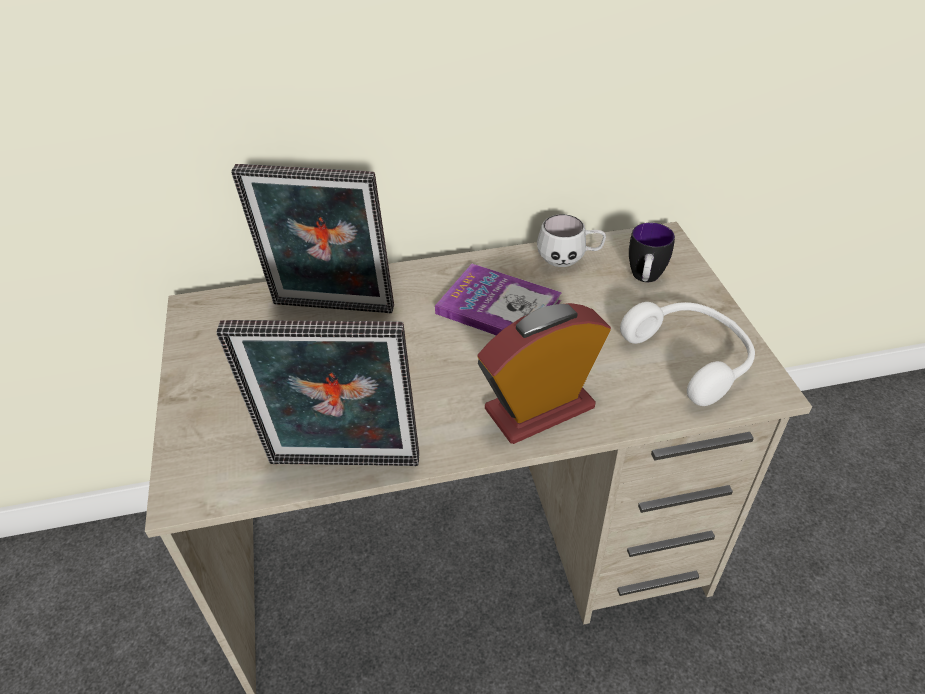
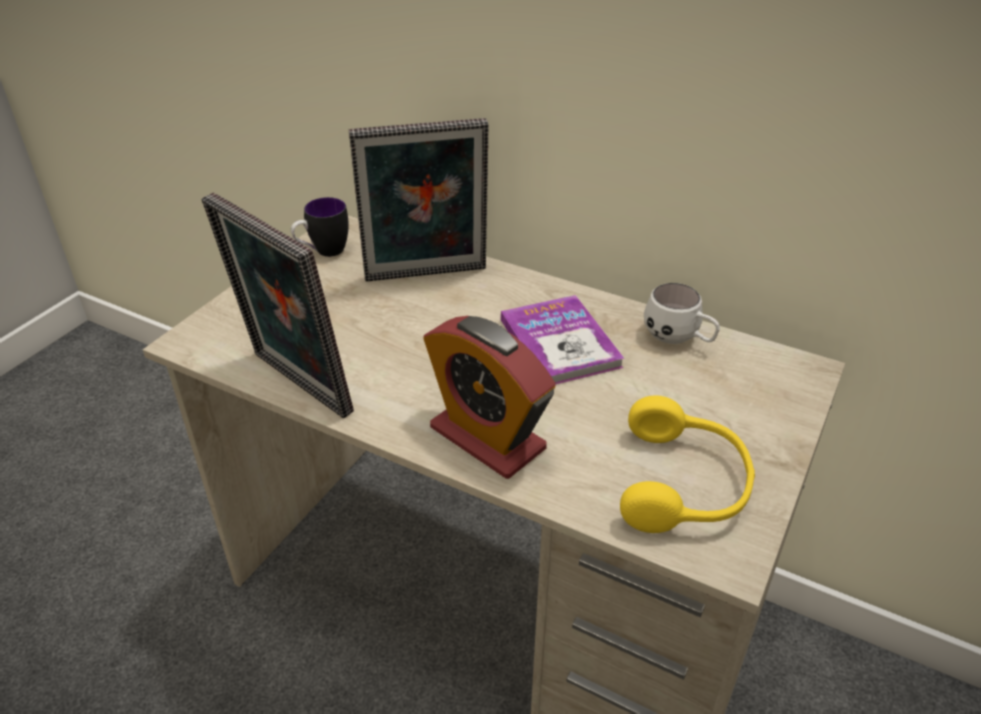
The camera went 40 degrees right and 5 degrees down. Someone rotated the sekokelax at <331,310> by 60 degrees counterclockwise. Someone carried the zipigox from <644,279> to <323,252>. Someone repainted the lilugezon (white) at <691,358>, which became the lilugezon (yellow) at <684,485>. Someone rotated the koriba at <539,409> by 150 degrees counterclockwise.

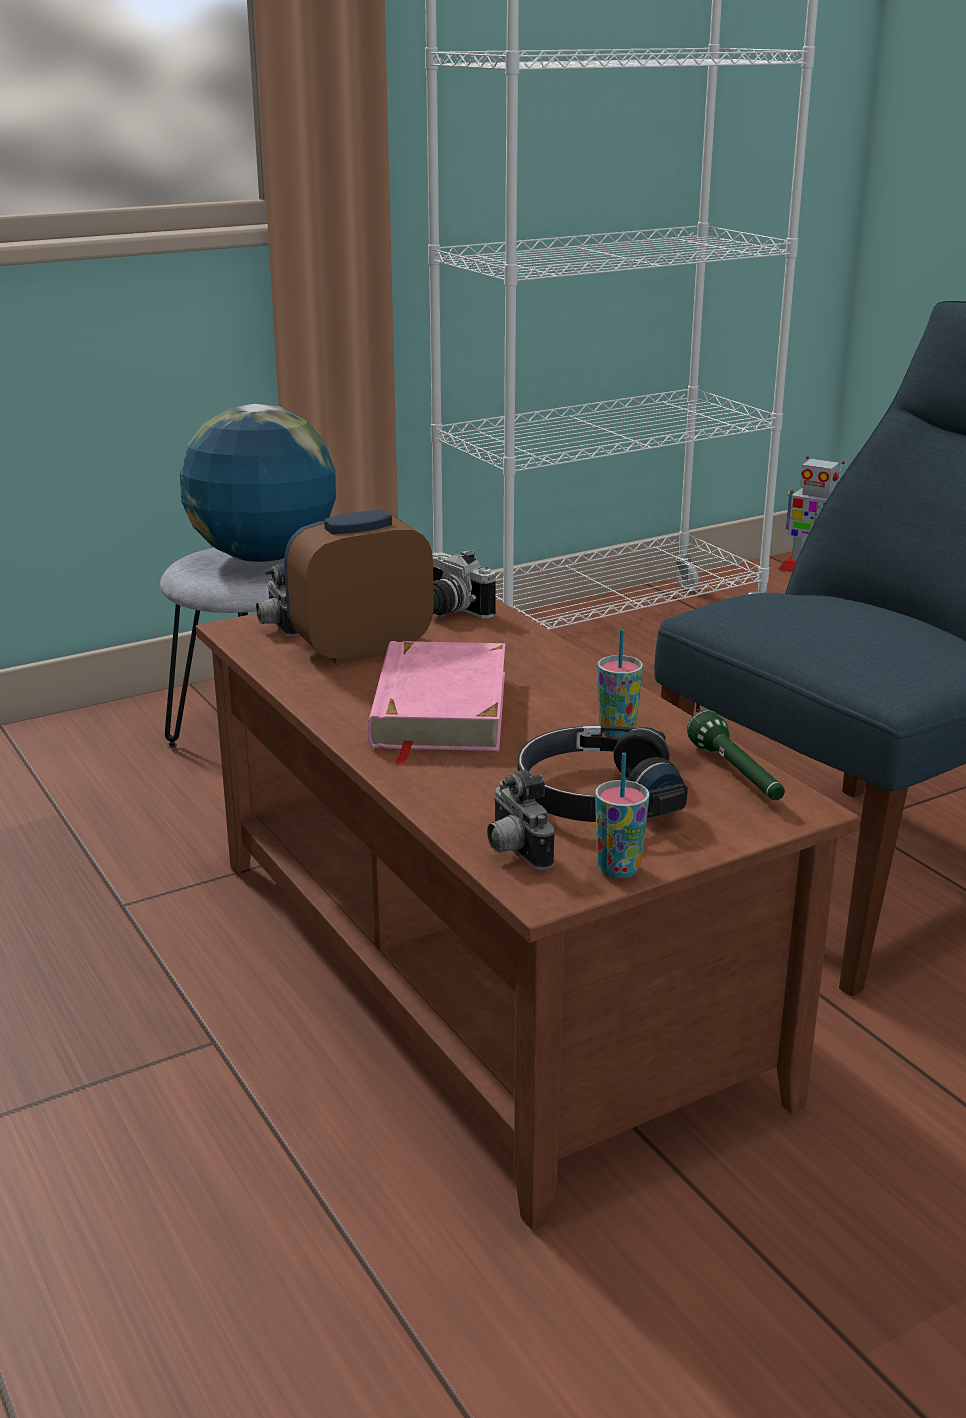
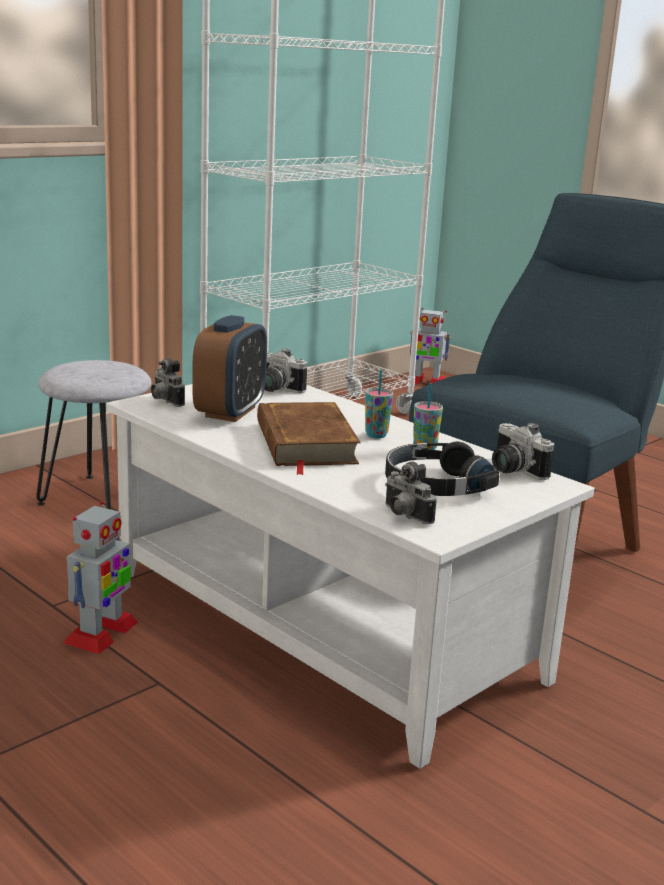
The camera went 15 degrees left and 5 degrees down. Someone took away the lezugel at <263,557>. Someone rotated the koriba at <361,648> by 150 degrees clockwise. Someone repainted the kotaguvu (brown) at <488,971>, which became the kotaguvu (white) at <325,625>. Someone repainted the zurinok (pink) at <438,709>, which became the zurinok (brown) at <305,443>. Someone swapped the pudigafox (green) at <737,776> for the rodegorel at <511,470>. Someone carried the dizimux from <618,869> to <376,435>. Someone put down the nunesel at <101,633>.

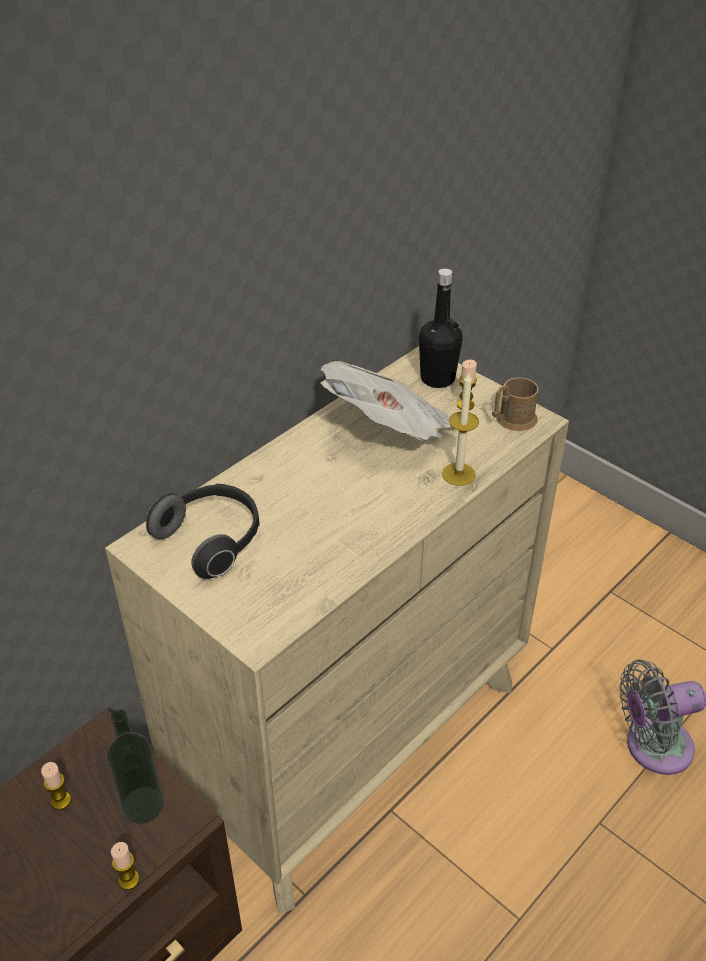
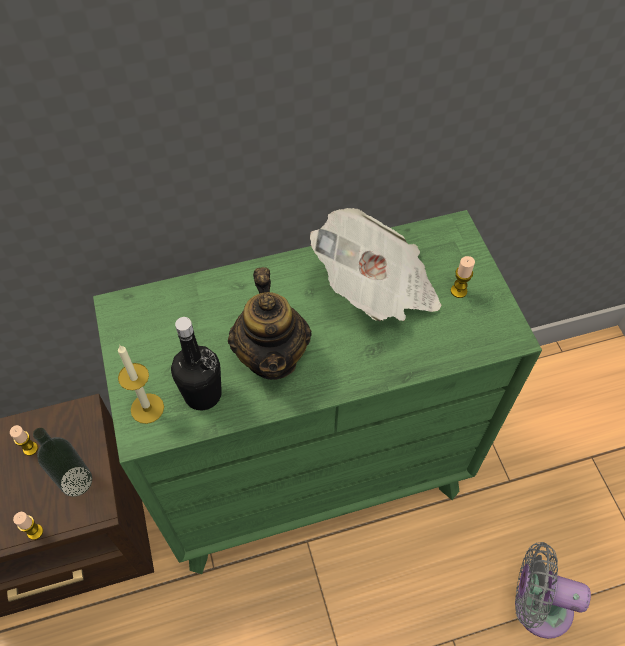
The camera went 30 degrees right and 15 degrees up. Someone carried the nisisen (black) from <437,378> to <203,394>. Someone repainted the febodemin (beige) at <352,742>, which became the febodemin (green) at <312,474>. Someone carried the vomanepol from <458,474> to <147,408>. Someone took away the zipigox (brown) at <511,420>. Someone took away the lilugezon at <212,540>. Someone put down the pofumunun at <272,356>.

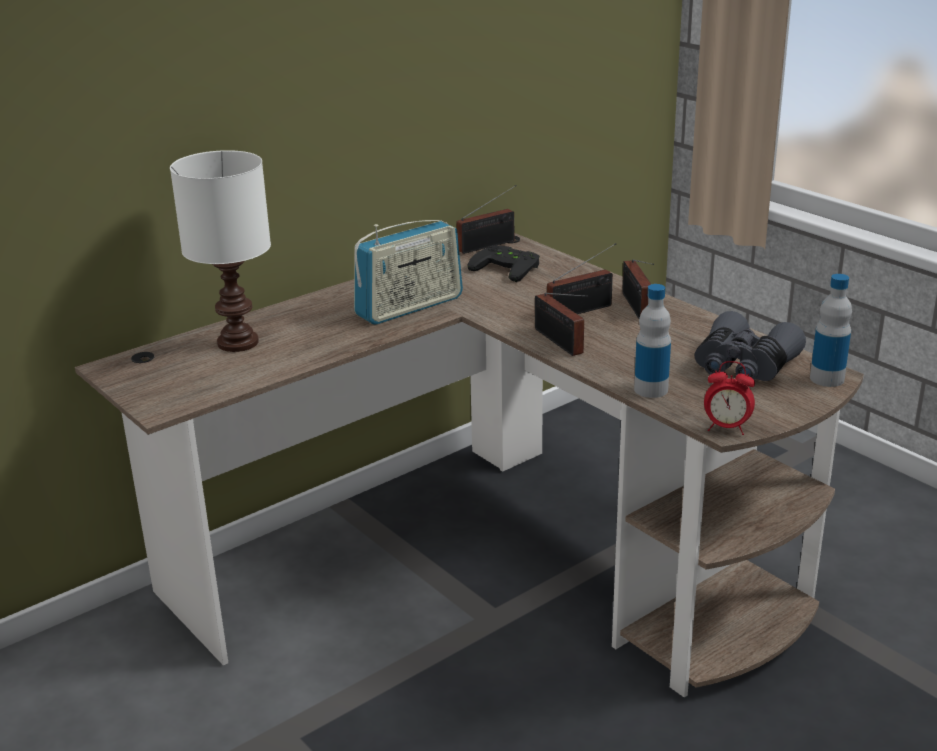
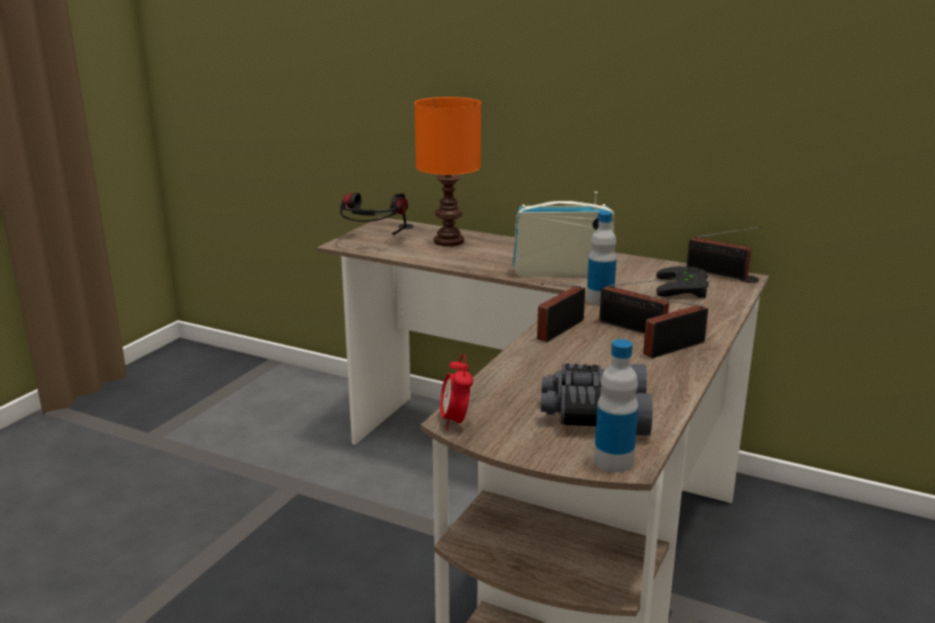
The camera went 65 degrees right and 5 degrees down. Someone repainted the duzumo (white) at <239,343>, which became the duzumo (orange) at <448,242>. Someone rotated the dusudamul at <409,307> by 150 degrees clockwise. Someone carried the nisisen from <651,389> to <600,299>. Someone put down the lilugezon at <371,242>.

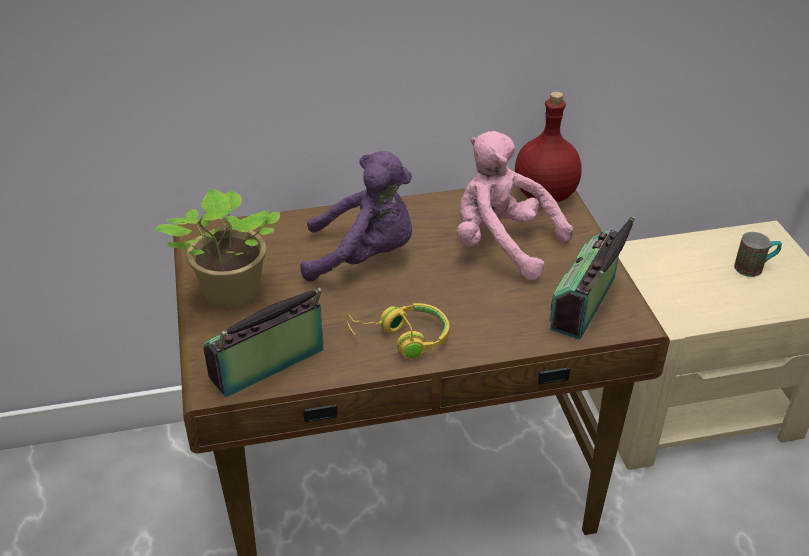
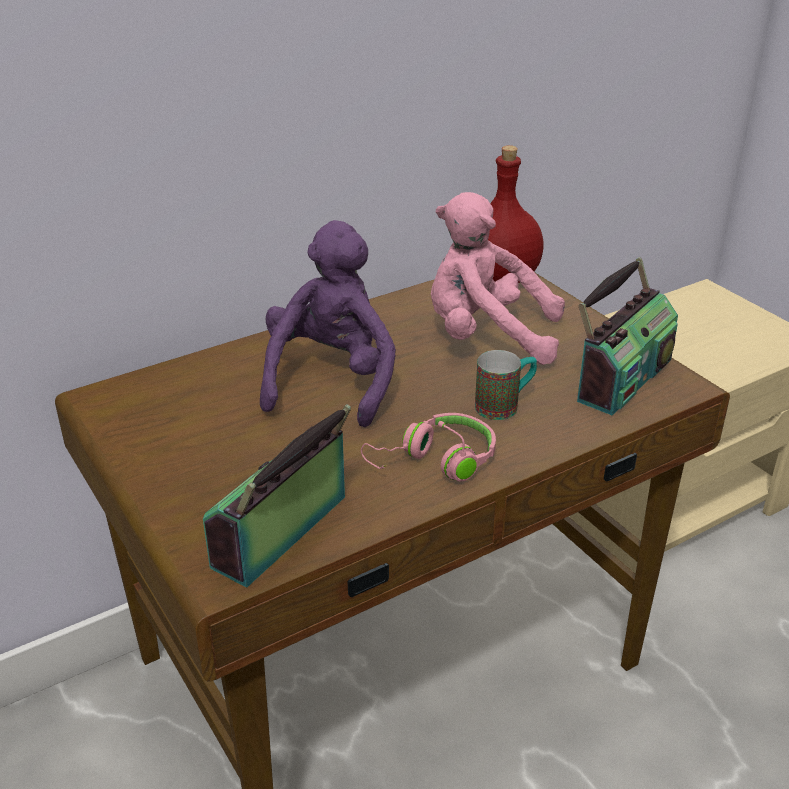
The camera went 20 degrees left and 5 degrees down. Someone rotated the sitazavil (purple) at <364,256> by 60 degrees counterclockwise. Someone took away the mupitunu at <230,295>. Someone rotated the dusudamul at <586,304> by 150 degrees counterclockwise. Someone carried the zipigox from <754,268> to <505,405>. Someone repainted the lilugezon (yellow) at <402,339>, which became the lilugezon (pink) at <436,461>.

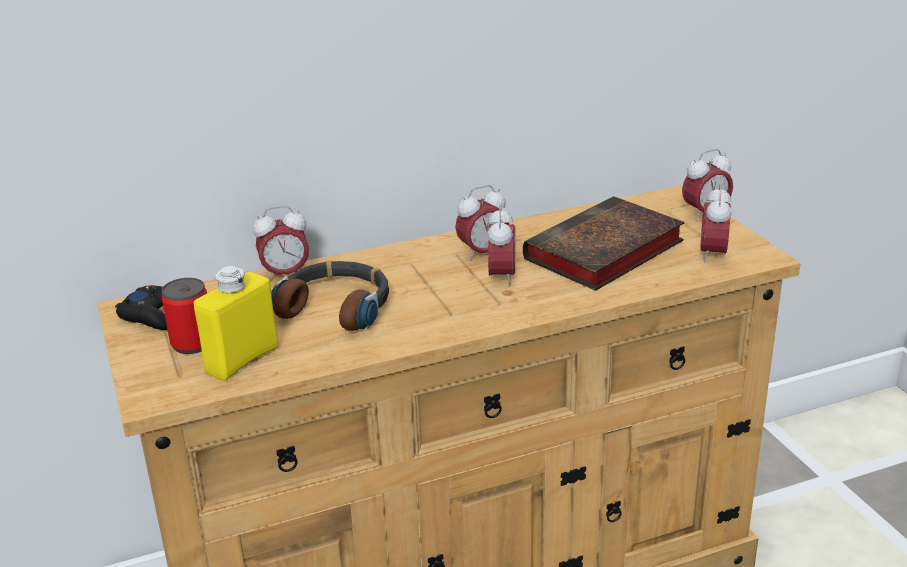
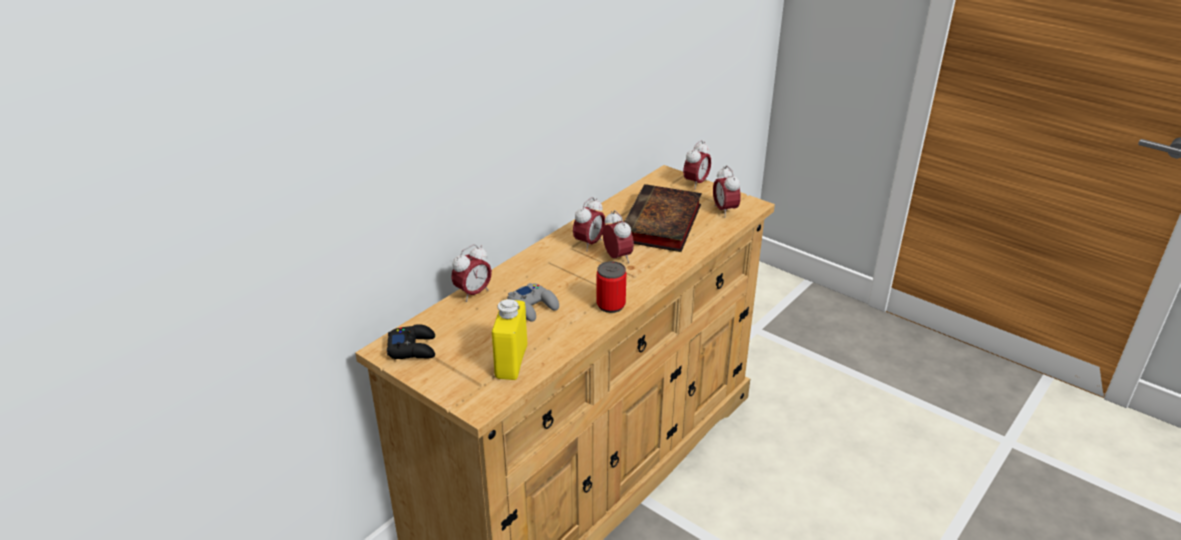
The camera went 30 degrees left and 5 degrees up. Someone swapped the lilugezon at <336,306> for the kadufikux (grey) at <533,307>. Someone carried the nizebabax from <192,344> to <611,305>.

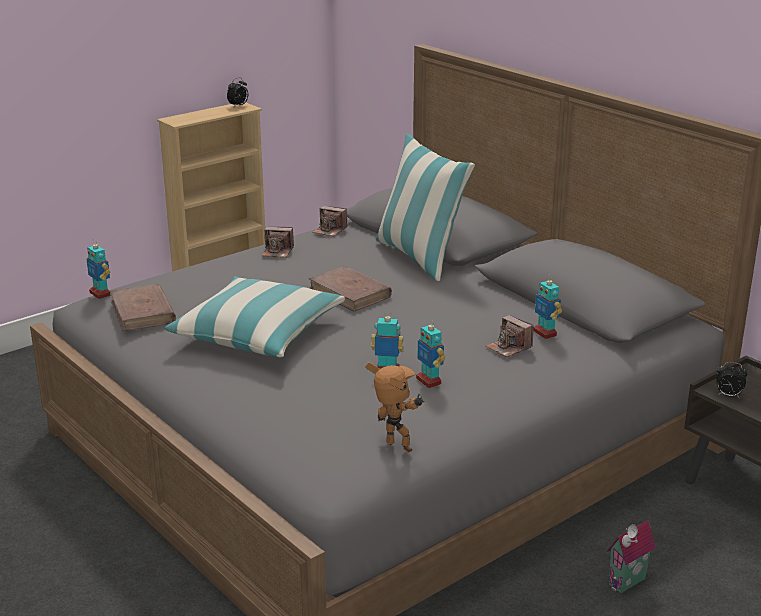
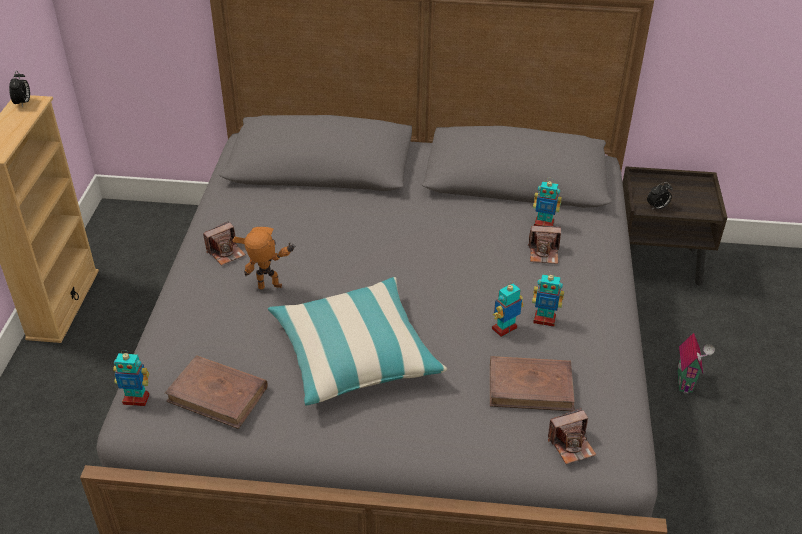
The camera went 45 degrees left and 15 degrees up. Someone took away the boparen at <419,257>. Someone carried the rodegorel from <329,231> to <571,445>. Someone carried the zurinok (brown) from <350,293> to <531,387>. Someone carried the nunesel from <396,449> to <270,289>.

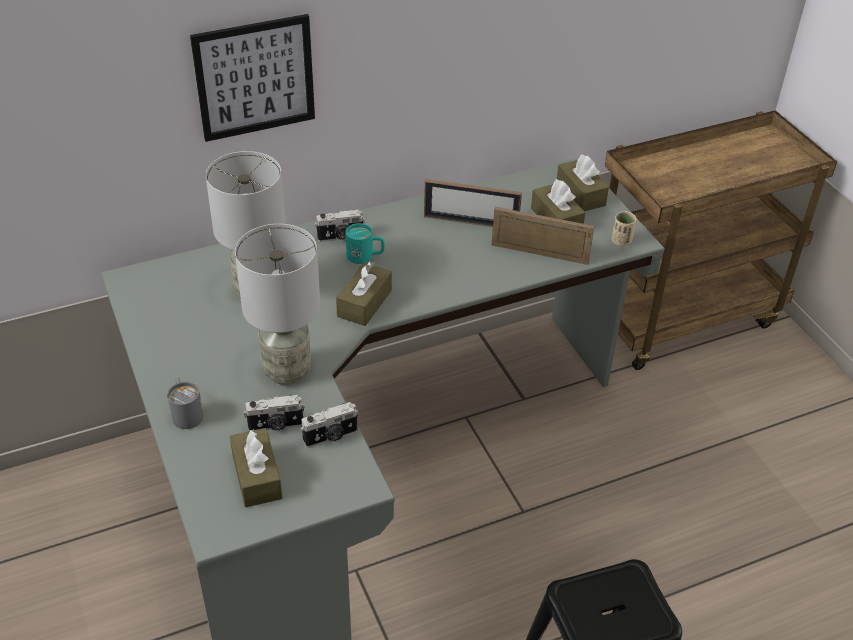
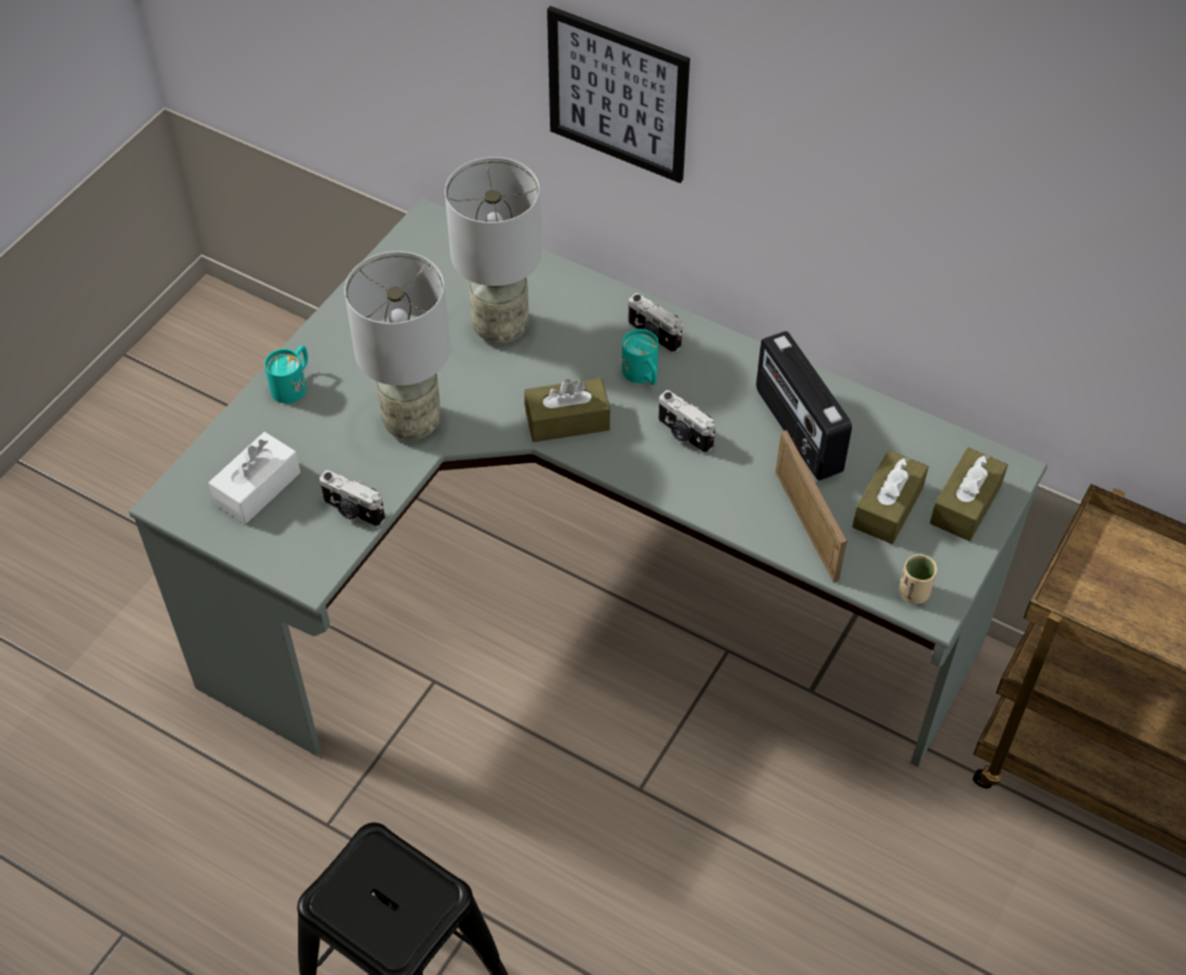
The camera went 55 degrees right and 10 degrees up. Someone swapped the sekokelax at <470,222> for the dusudamul at <797,431>. Someone repainted the zipigox (grey) at <186,412>, which became the zipigox (turquoise) at <293,384>. Someone carried the rodegorel from <276,426> to <684,435>. Someone repainted the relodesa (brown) at <257,476>, which became the relodesa (white) at <257,488>.

